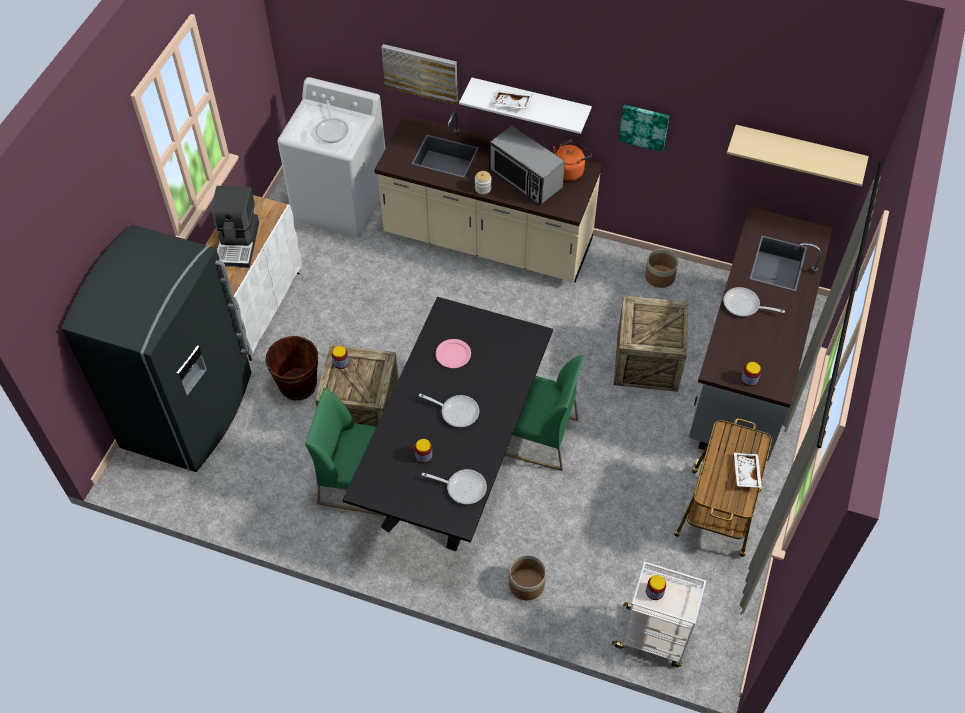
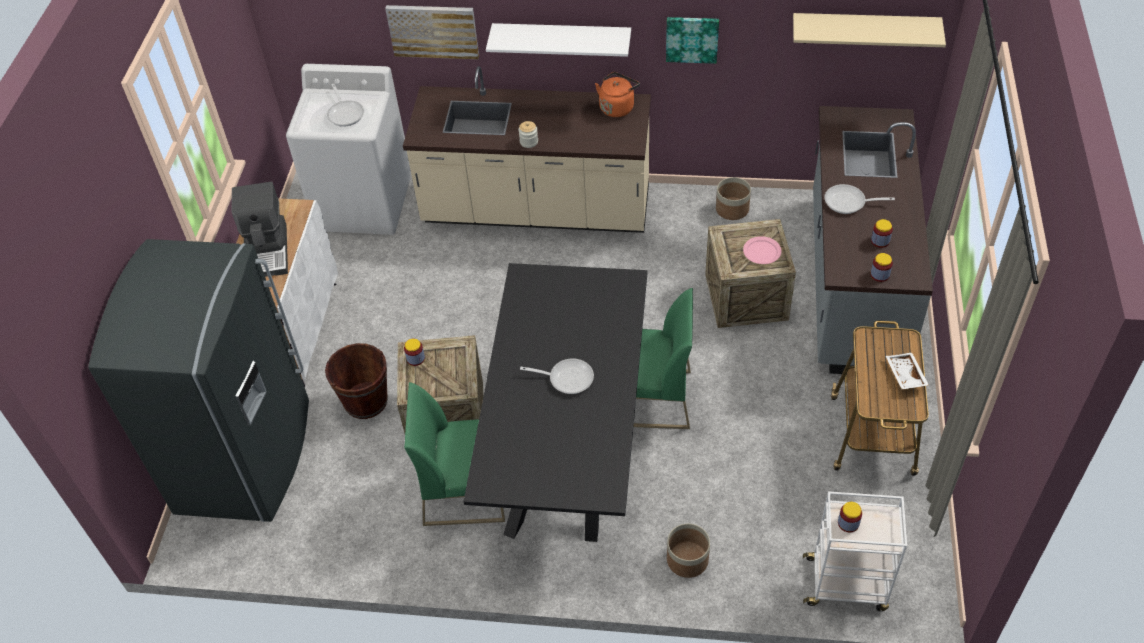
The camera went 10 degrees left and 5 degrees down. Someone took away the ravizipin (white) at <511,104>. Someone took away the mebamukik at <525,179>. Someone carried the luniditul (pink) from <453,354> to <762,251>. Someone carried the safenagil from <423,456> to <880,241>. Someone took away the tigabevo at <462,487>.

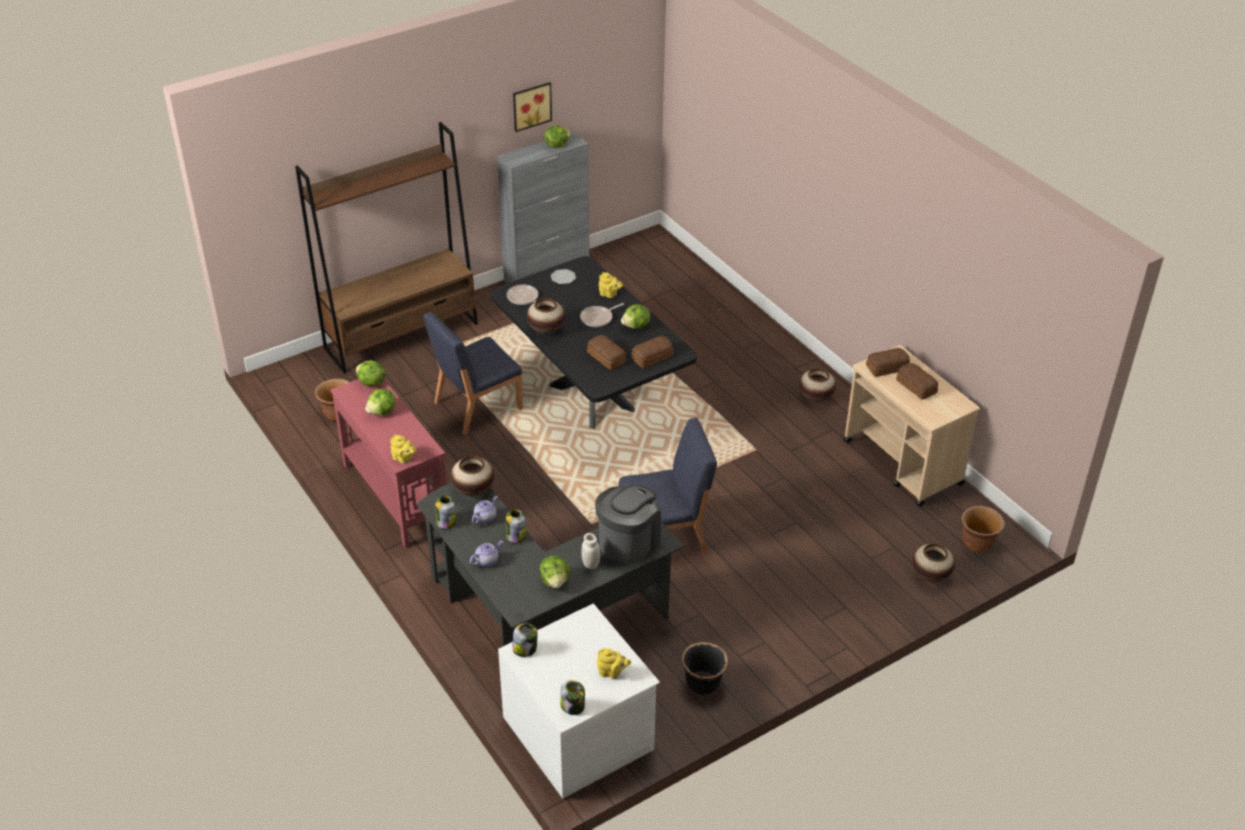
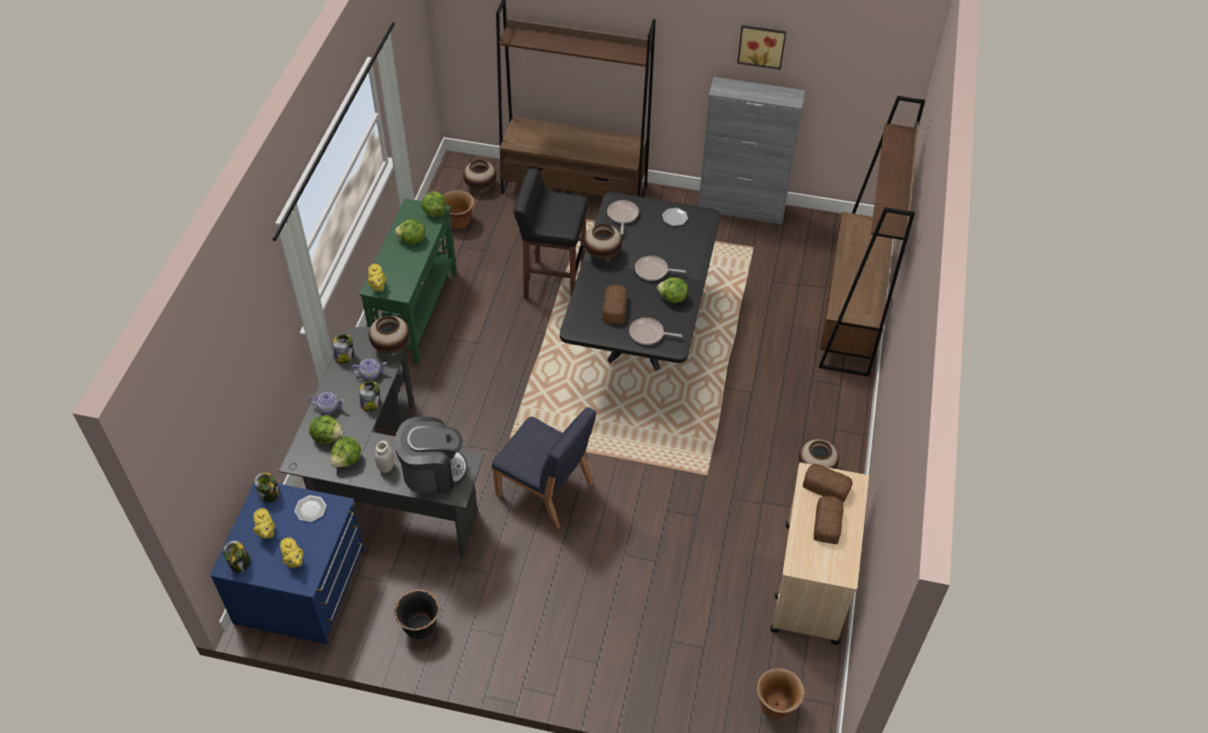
The camera went 45 degrees right and 10 degrees up. Someone carried the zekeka from <557,145> to <327,436>. Someone carried the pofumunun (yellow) from <609,294> to <266,533>. Someone swapped the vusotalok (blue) at <477,406> for the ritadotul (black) at <553,283>. Someone swapped the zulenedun at <653,357> for the tigabevo at <648,334>. Someone repainted the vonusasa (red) at <396,495>, which became the vonusasa (green) at <417,313>. Someone carried the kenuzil from <930,576> to <480,186>. Someone repainted the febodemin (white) at <580,732>, which became the febodemin (blue) at <302,587>. Someone put down the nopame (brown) at <850,315>. Someone put down the luniditul at <310,509>.

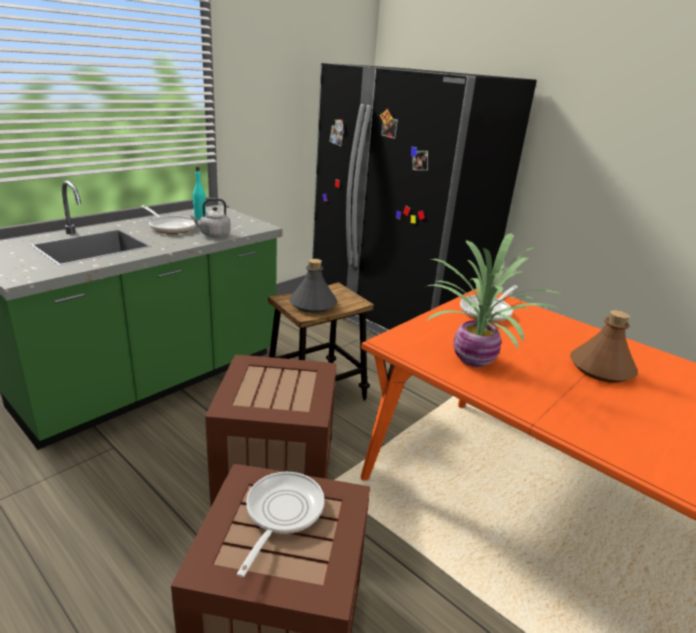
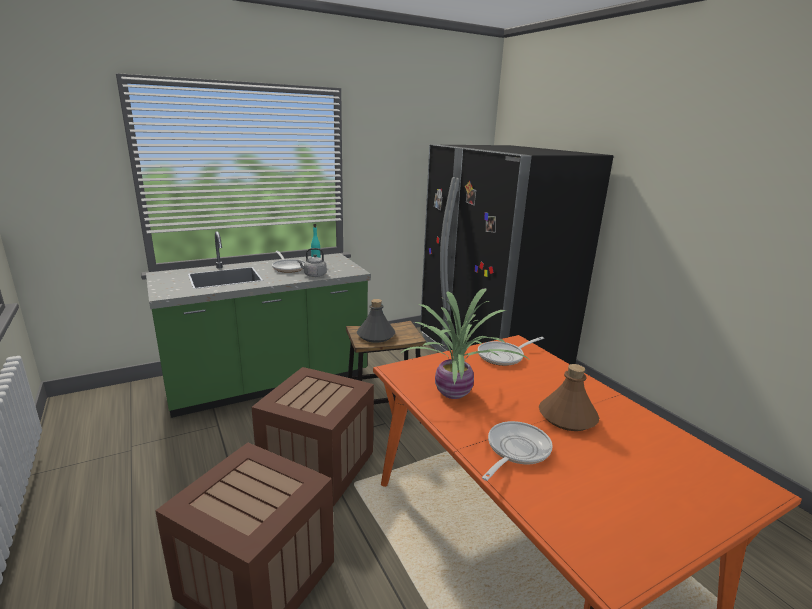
The camera went 20 degrees right and 5 degrees down. Someone carried the tigabevo from <281,513> to <515,451>.

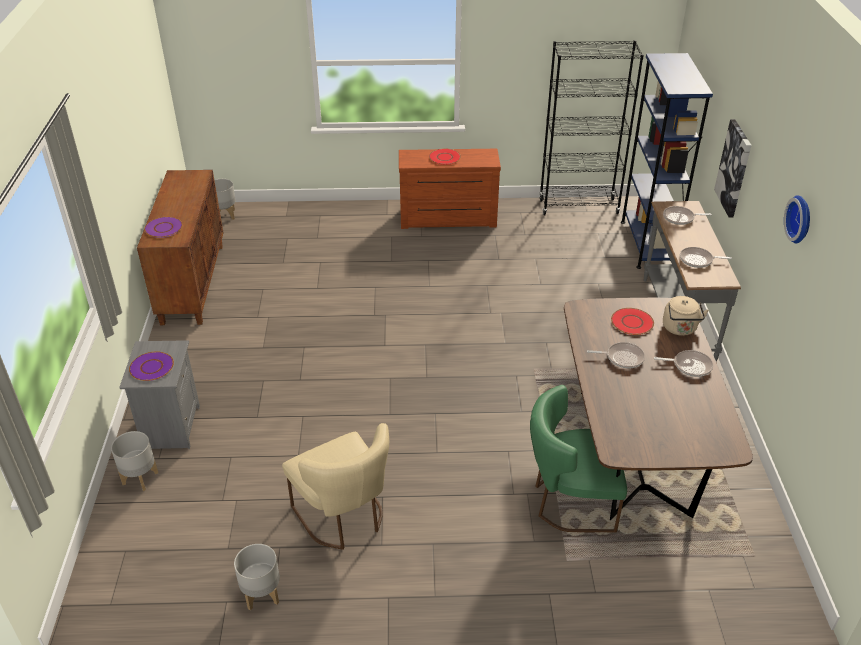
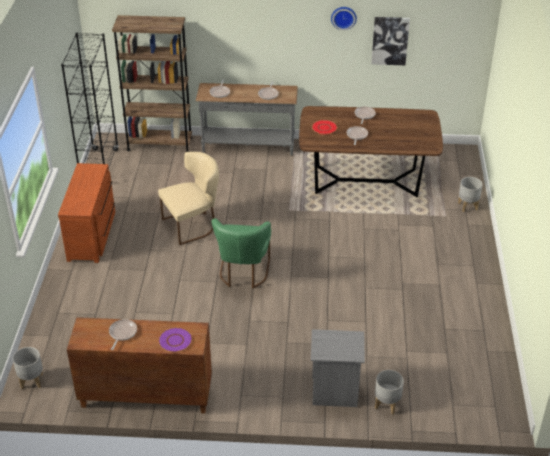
The camera went 85 degrees left and 0 degrees up. Someone repainted the nopame (blue) at <646,244>, which became the nopame (brown) at <159,144>. Someone carried the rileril from <734,168> to <390,40>. Someone took away the luniditul (red) at <444,157>. Someone took away the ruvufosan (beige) at <680,329>. Someone took away the luniditul (purple) at <151,367>. Someone carried the vusotalok (green) from <569,501> to <243,274>. Someone carried the vusotalok (beige) from <344,518> to <193,225>. Someone carried the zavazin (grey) from <261,594> to <468,206>. Someone put down the tigabevo at <122,333>.

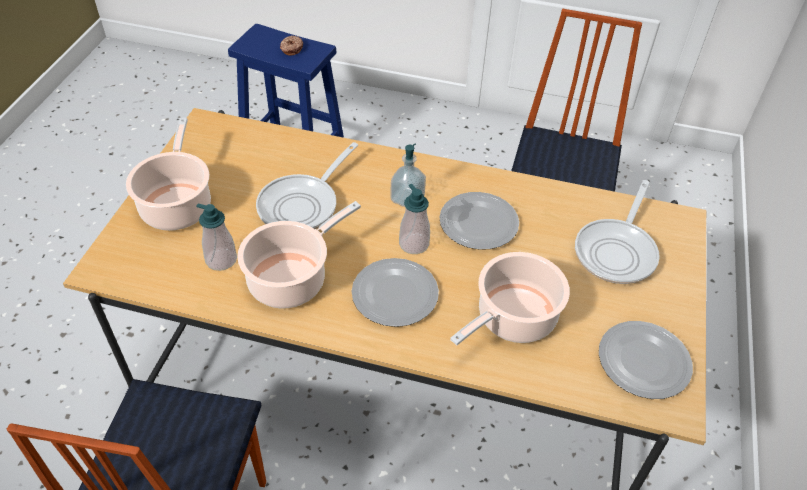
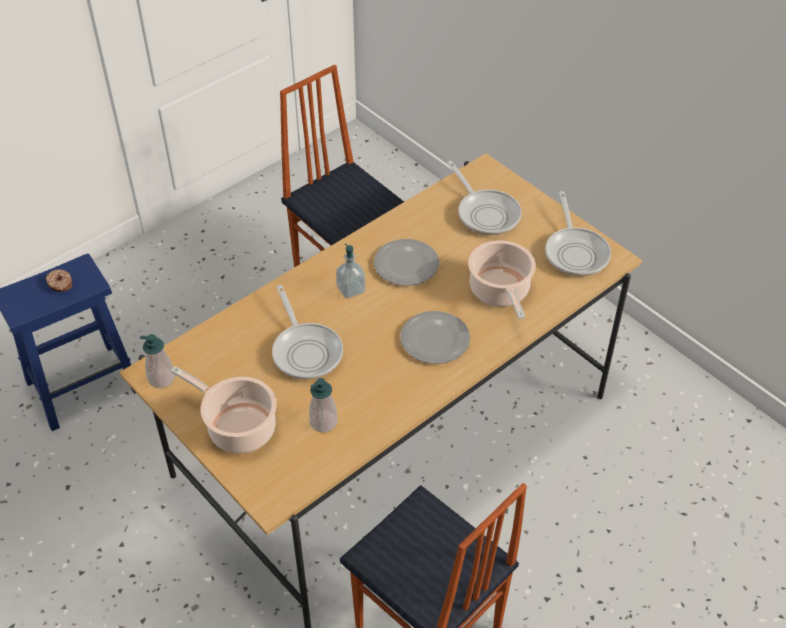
The camera went 55 degrees left and 0 degrees up. Someone carried the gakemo from <414,244> to <161,378>. Someone took away the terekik at <291,279>. Someone swapped the luniditul at <645,361> for the tigabevo at <575,252>.

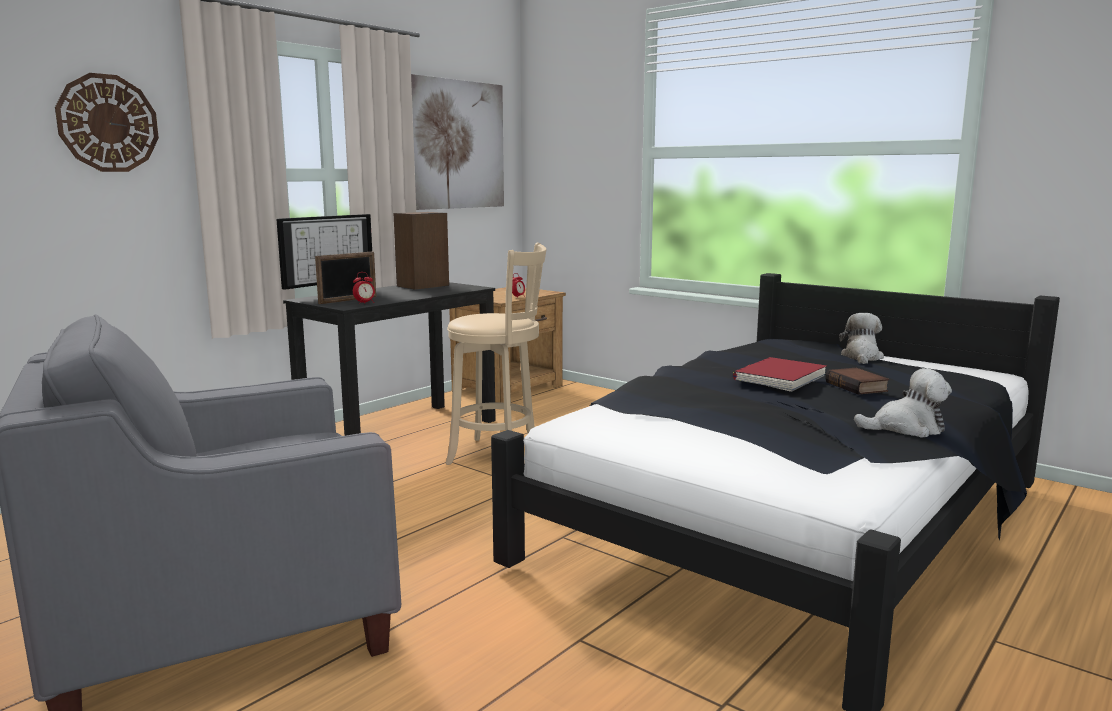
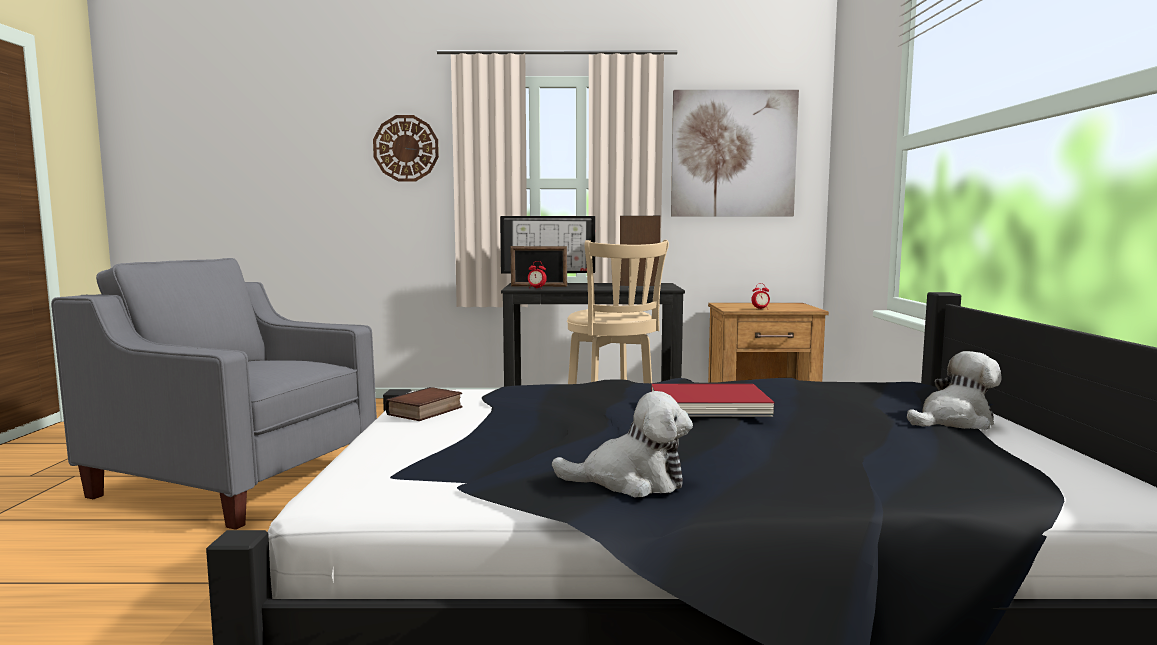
The camera went 50 degrees right and 5 degrees down. Someone carried the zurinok from <858,387> to <426,411>. Someone rotated the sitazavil at <906,428> by 45 degrees counterclockwise.

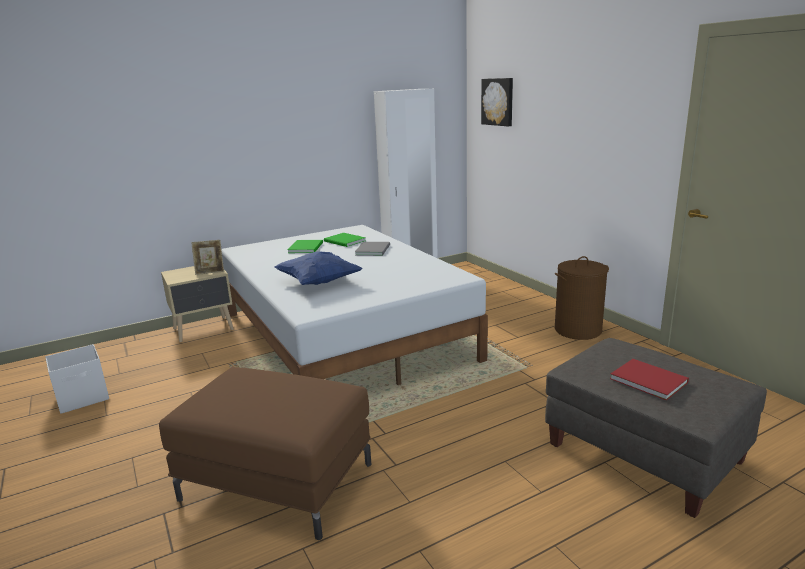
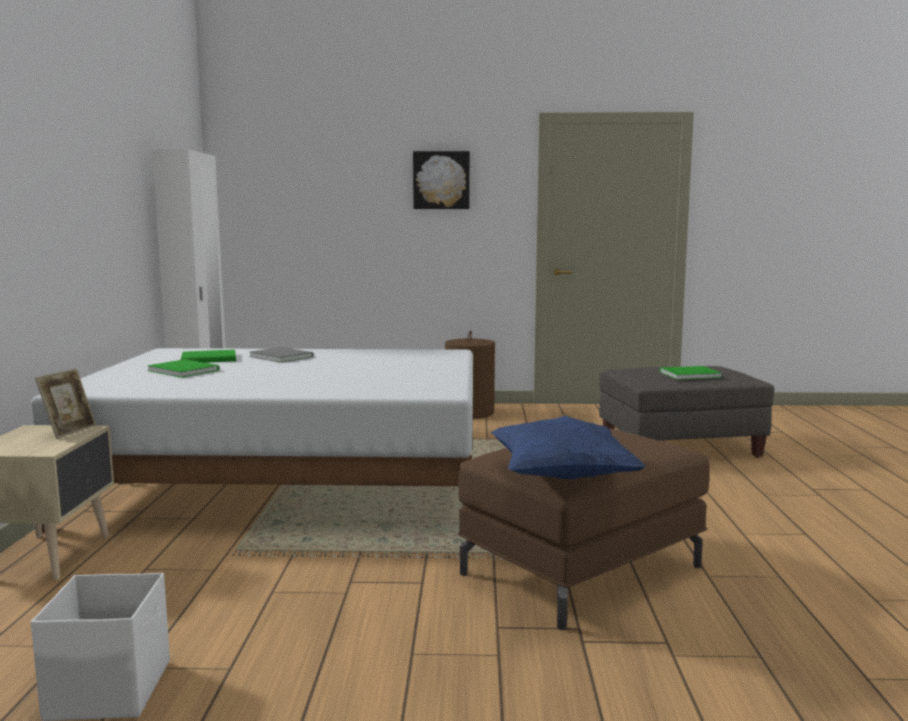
The camera went 60 degrees left and 10 degrees down. Someone carried the rileril from <498,101> to <441,180>. Someone carried the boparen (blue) from <319,282> to <562,477>. Someone repainted the zurinok (red) at <647,379>, which became the zurinok (green) at <687,374>.

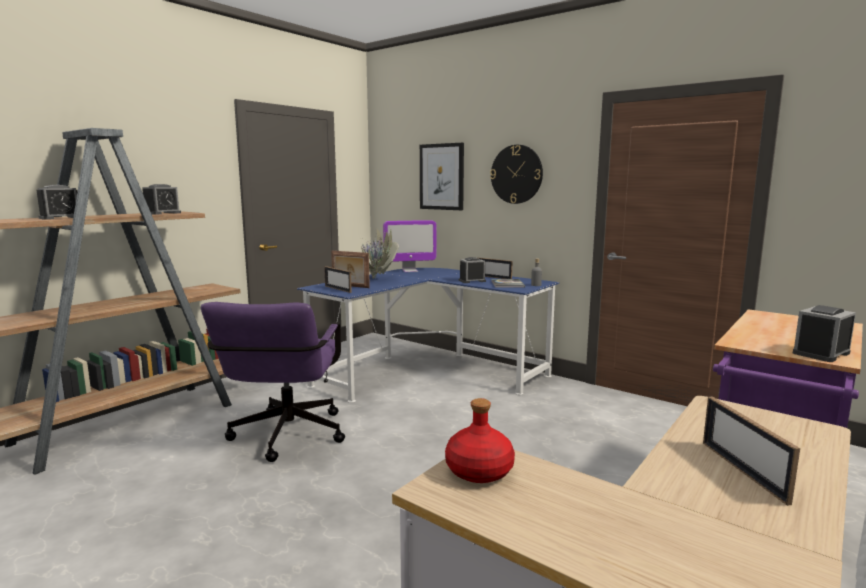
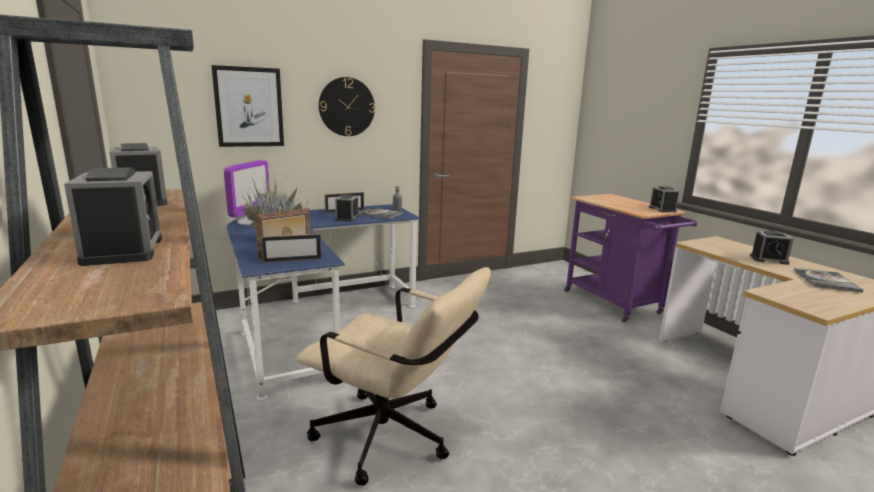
The camera went 65 degrees left and 5 degrees up. Someone repainted the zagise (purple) at <285,438>, which became the zagise (beige) at <393,440>. Someone swapped the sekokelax at <742,471> for the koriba at <769,259>. Someone took away the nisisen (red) at <480,471>. Someone put down the zurinok at <826,281>.

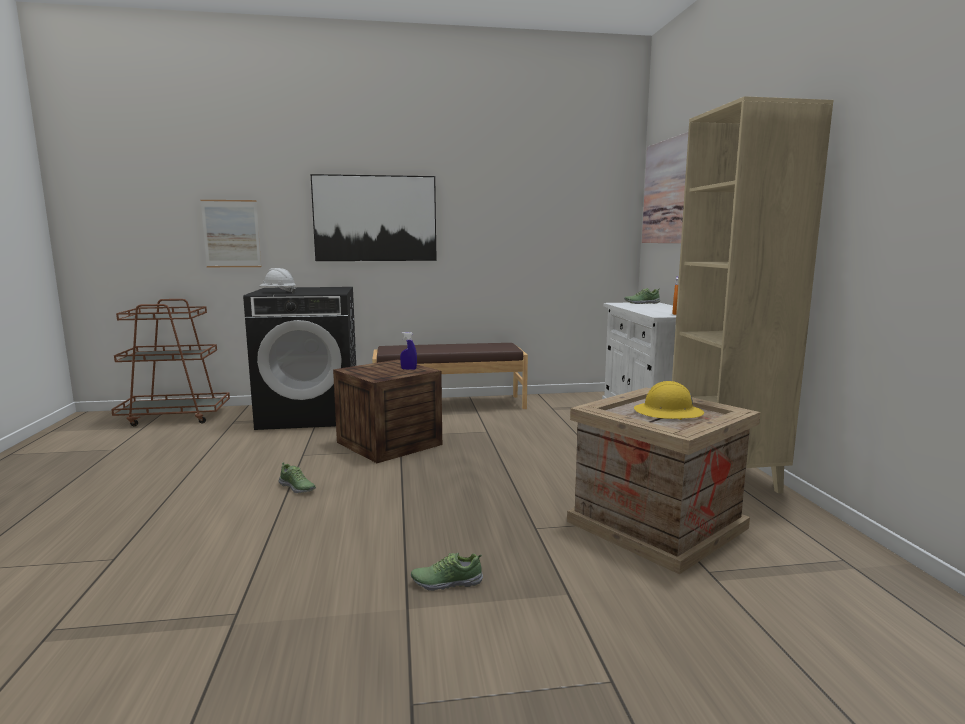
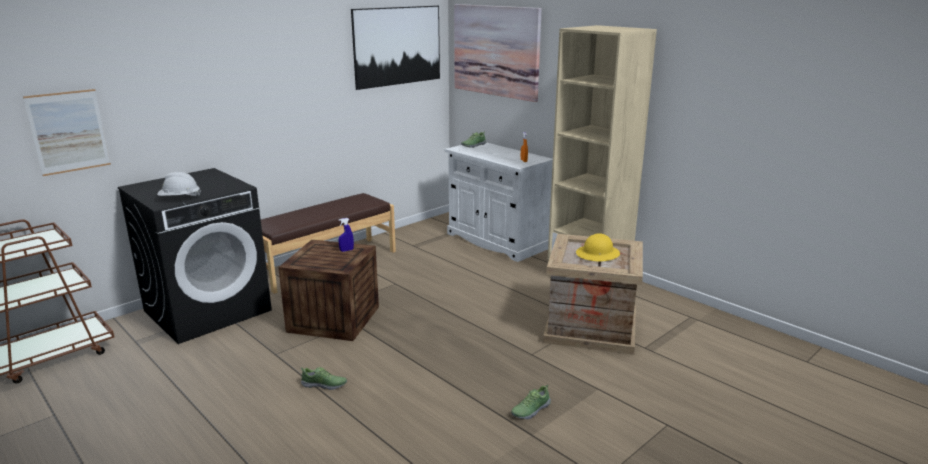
The camera went 35 degrees left and 10 degrees up. Someone carried the rileril from <375,218> to <397,46>.

